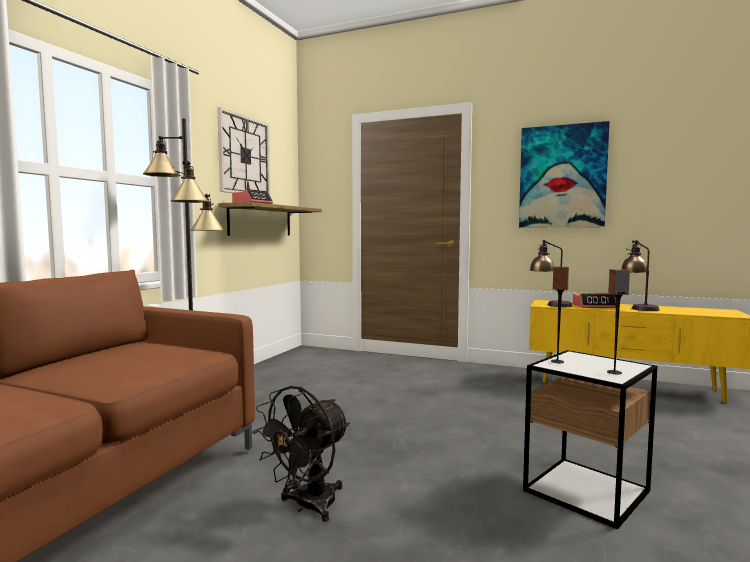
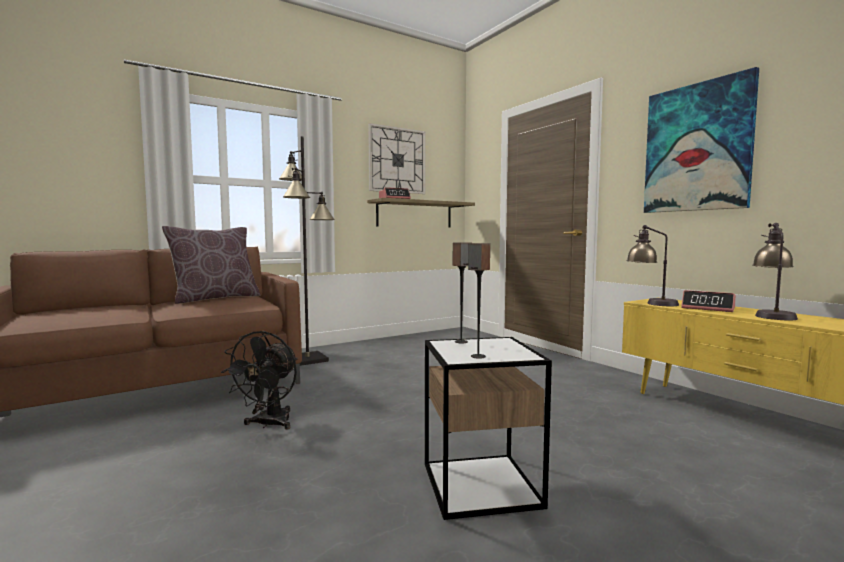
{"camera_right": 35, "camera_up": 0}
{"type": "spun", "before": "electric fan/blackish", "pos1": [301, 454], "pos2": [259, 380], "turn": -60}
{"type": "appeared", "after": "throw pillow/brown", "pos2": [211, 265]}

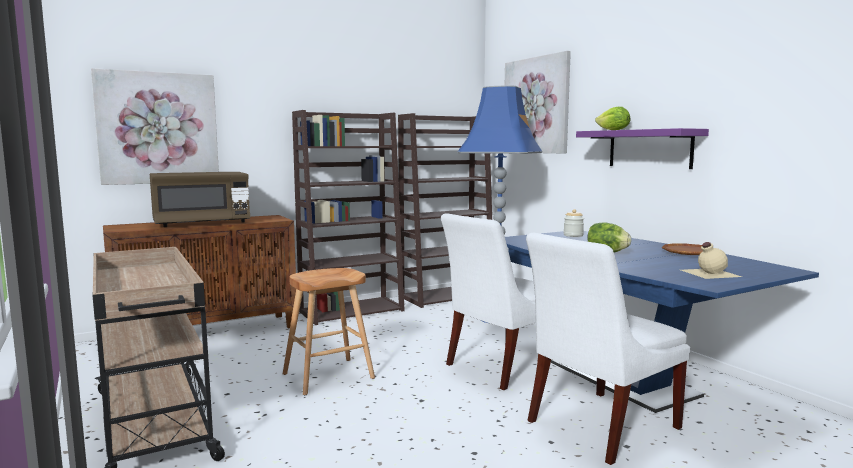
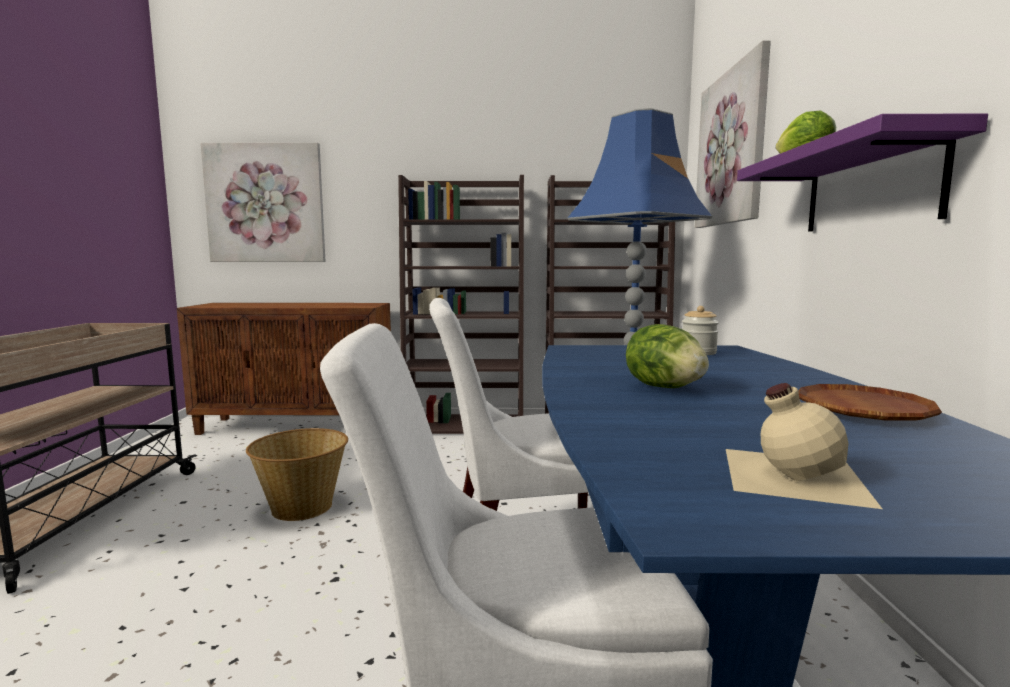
{"camera_right": 30, "camera_up": 0}
{"type": "missing", "before": "microwave oven/brown", "pos1": [200, 199]}
{"type": "exchanged", "before": "stool/brown", "after": "household basket", "pos1": [329, 331], "pos2": [297, 474]}

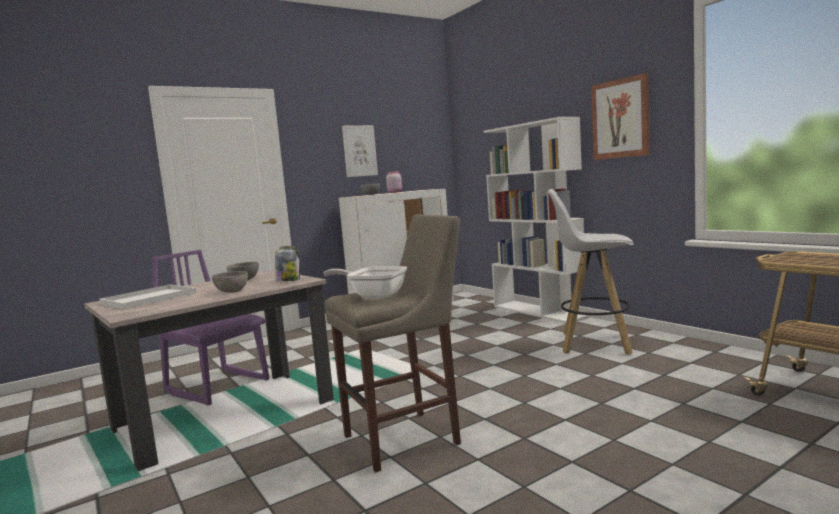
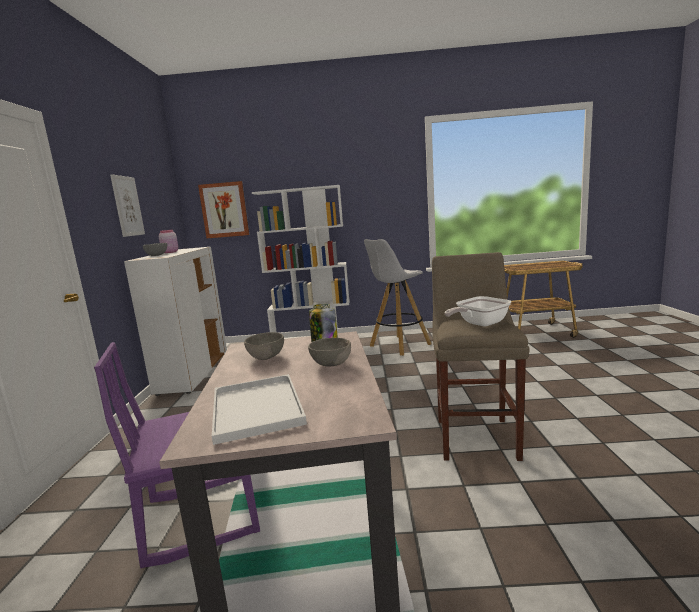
{"camera_right": -55, "camera_up": 5}
{"type": "relocated", "before": "wall picture", "pos1": [620, 116], "pos2": [223, 209]}

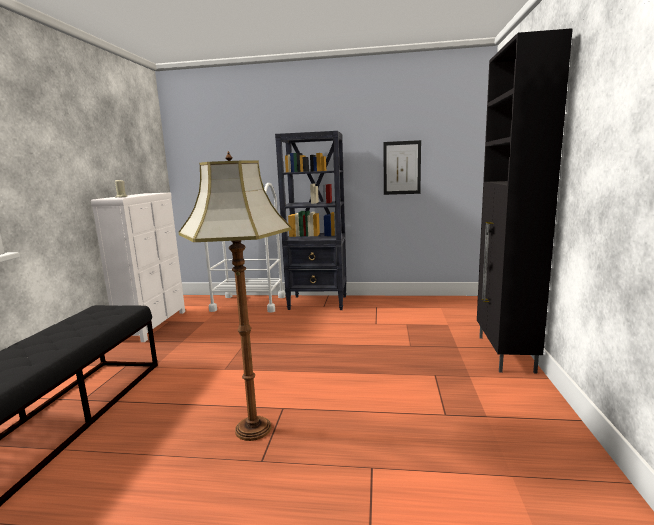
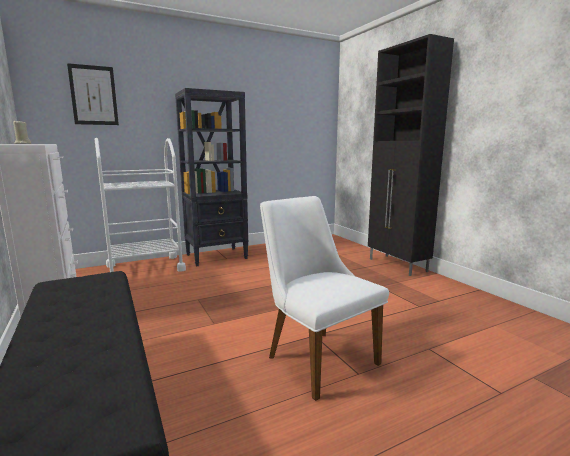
{"camera_right": -35, "camera_up": 0}
{"type": "exchanged", "before": "floor lamp", "after": "chair/white-coloured", "pos1": [234, 296], "pos2": [324, 298]}
{"type": "relocated", "before": "wall picture", "pos1": [402, 167], "pos2": [93, 94]}

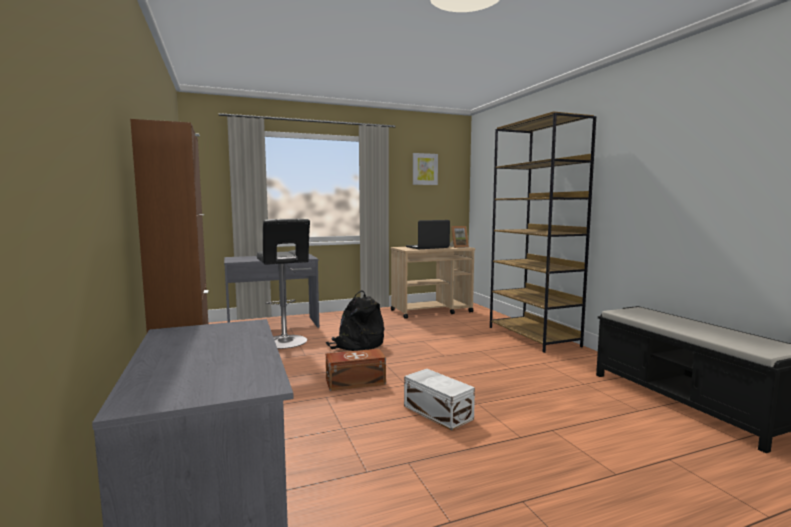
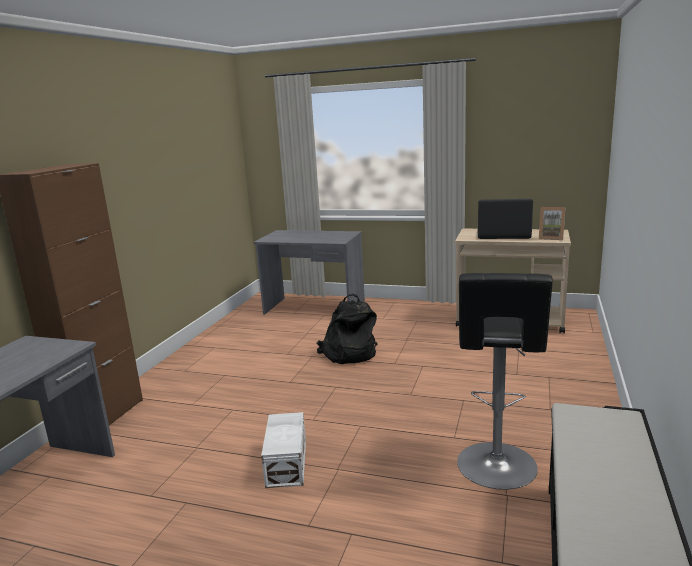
{"camera_right": 40, "camera_up": 10}
{"type": "relocated", "before": "stool/blackish", "pos1": [283, 284], "pos2": [505, 381]}
{"type": "missing", "before": "storage container/brown", "pos1": [356, 370]}
{"type": "missing", "before": "wall picture", "pos1": [425, 169]}
{"type": "missing", "before": "shelving unit/brown", "pos1": [543, 232]}

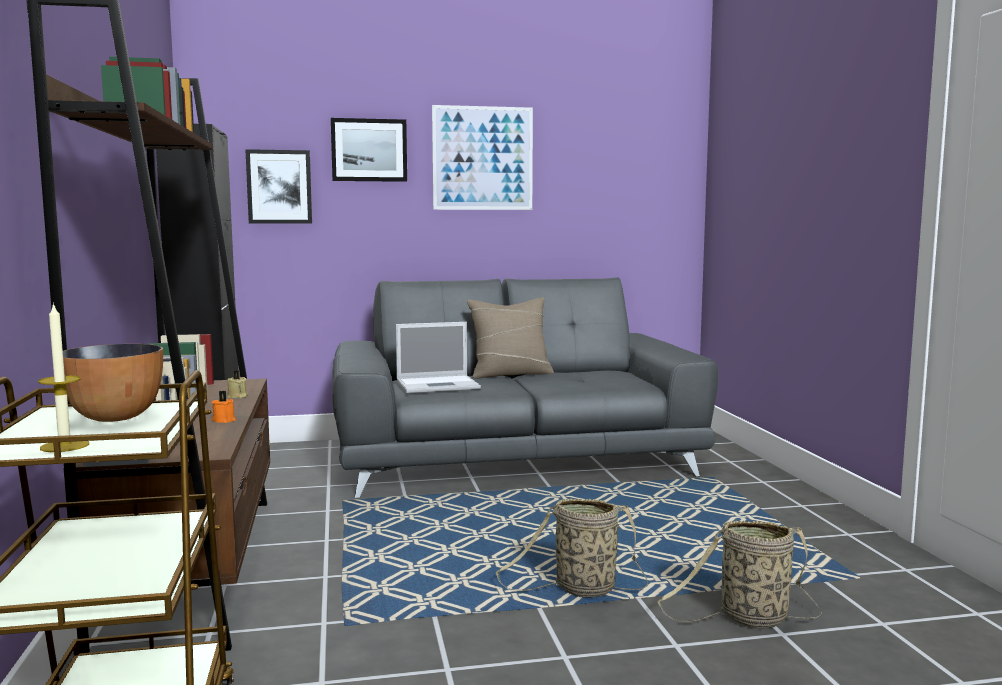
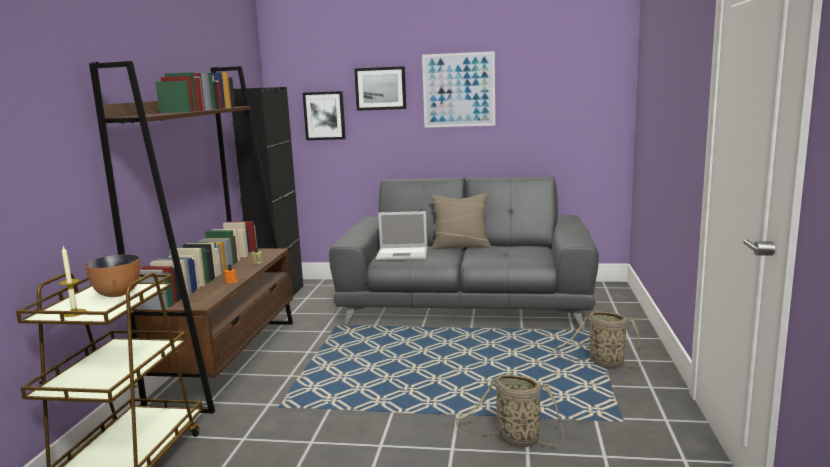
{"camera_right": 20, "camera_up": 5}
{"type": "relocated", "before": "household basket", "pos1": [572, 548], "pos2": [600, 339]}

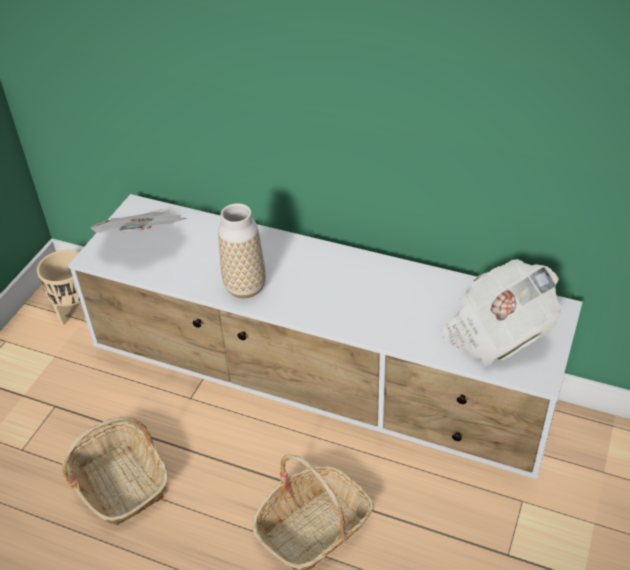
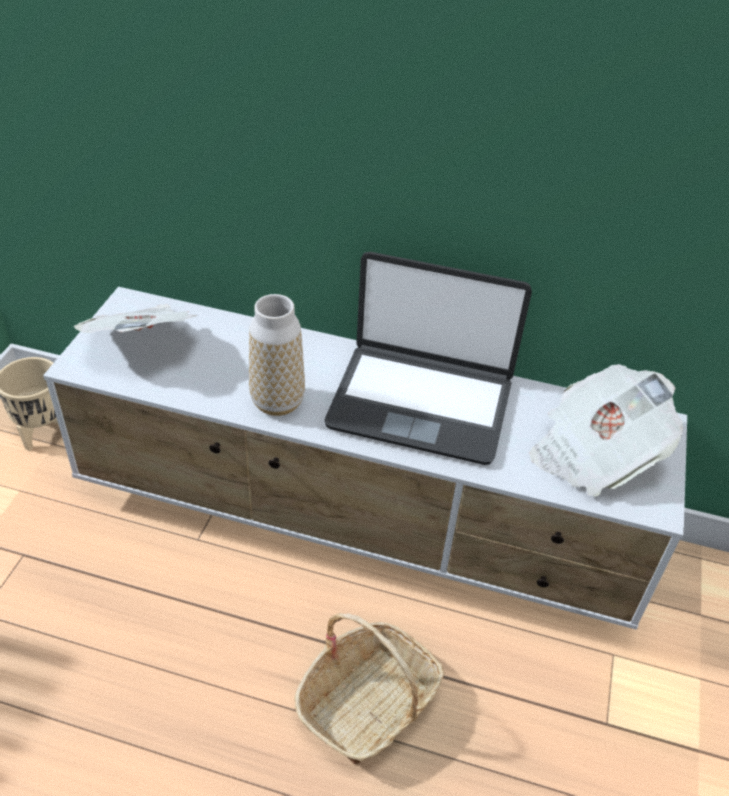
{"camera_right": -10, "camera_up": 0}
{"type": "missing", "before": "household basket", "pos1": [115, 470]}
{"type": "appeared", "after": "notebook computer", "pos2": [428, 358]}

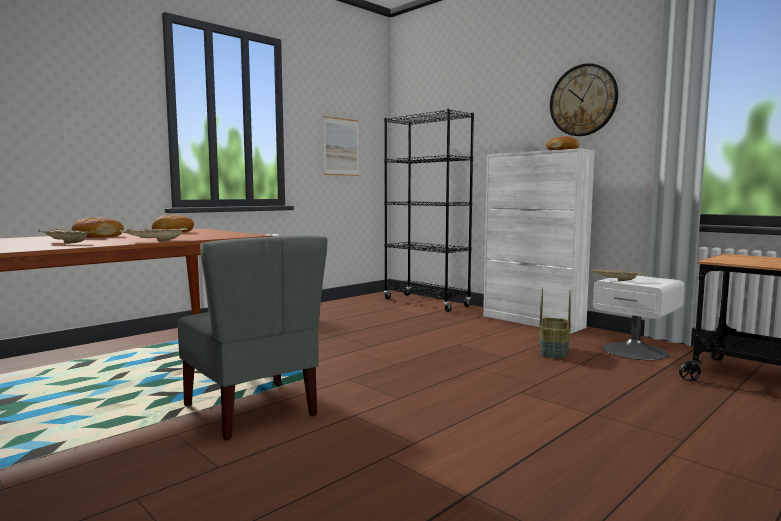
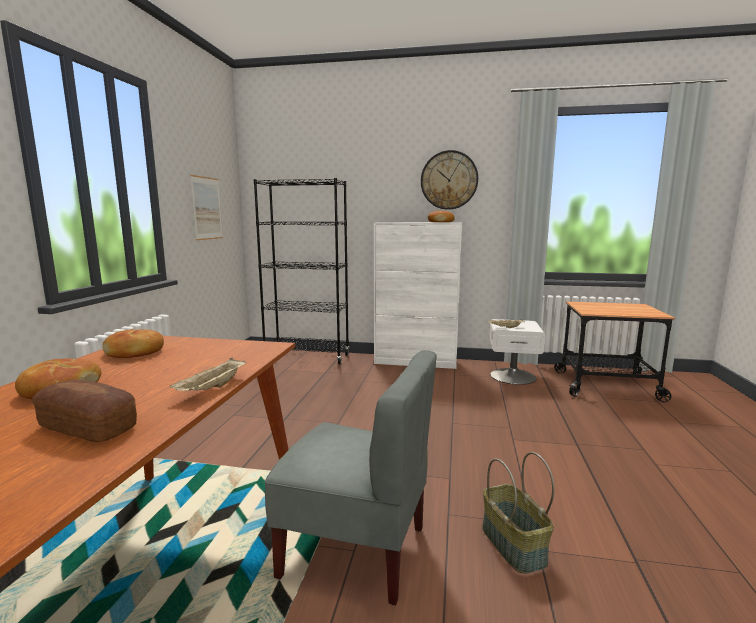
{"camera_right": -35, "camera_up": 5}
{"type": "exchanged", "before": "carrying tray/beige", "after": "bakery bread", "pos1": [66, 236], "pos2": [84, 411]}
{"type": "relocated", "before": "household basket", "pos1": [555, 323], "pos2": [518, 513]}

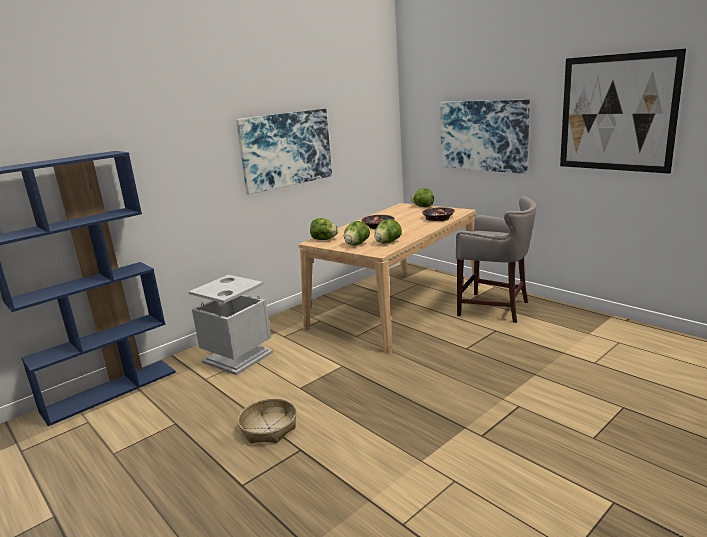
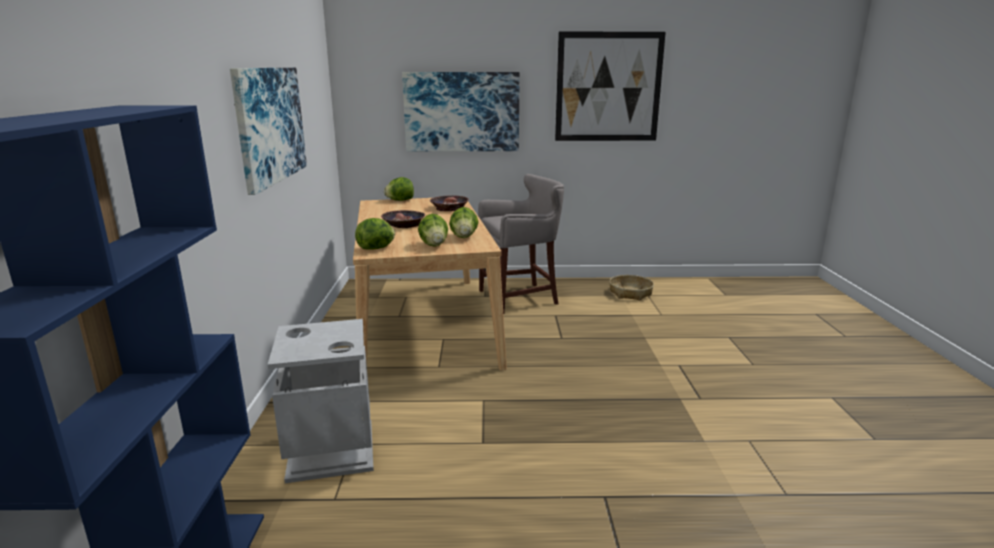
{"camera_right": -50, "camera_up": 0}
{"type": "relocated", "before": "household basket", "pos1": [267, 420], "pos2": [631, 287]}

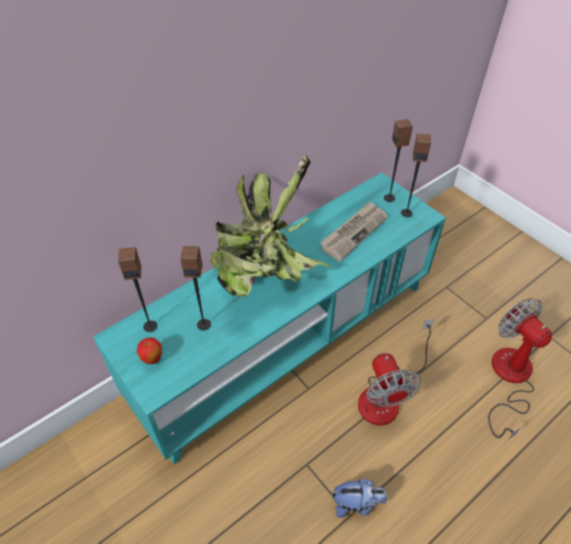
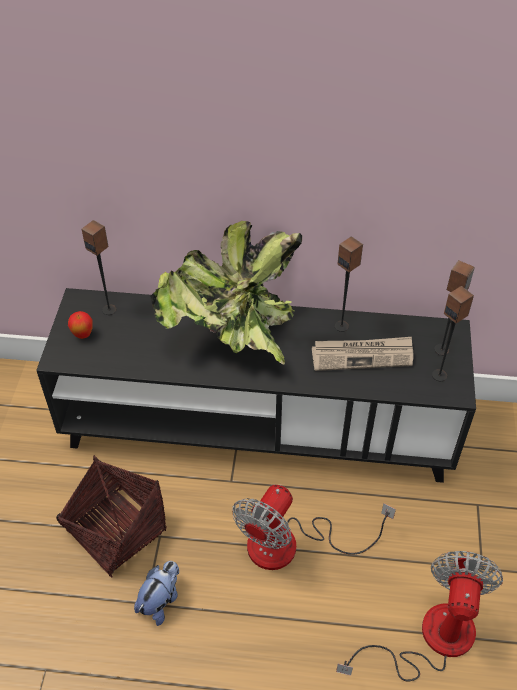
{"camera_right": 45, "camera_up": 0}
{"type": "colour", "before": "tv unit/turquoise", "after": "tv unit/blackish", "pos1": [269, 318], "pos2": [256, 385]}
{"type": "relocated", "before": "audio speaker", "pos1": [195, 288], "pos2": [349, 284]}
{"type": "spun", "before": "soft toy", "pos1": [359, 498], "pos2": [156, 593], "turn": -105}
{"type": "appeared", "after": "household basket", "pos2": [111, 516]}

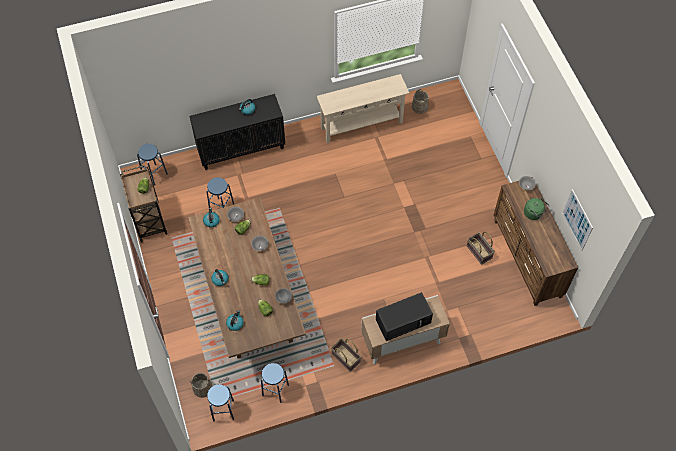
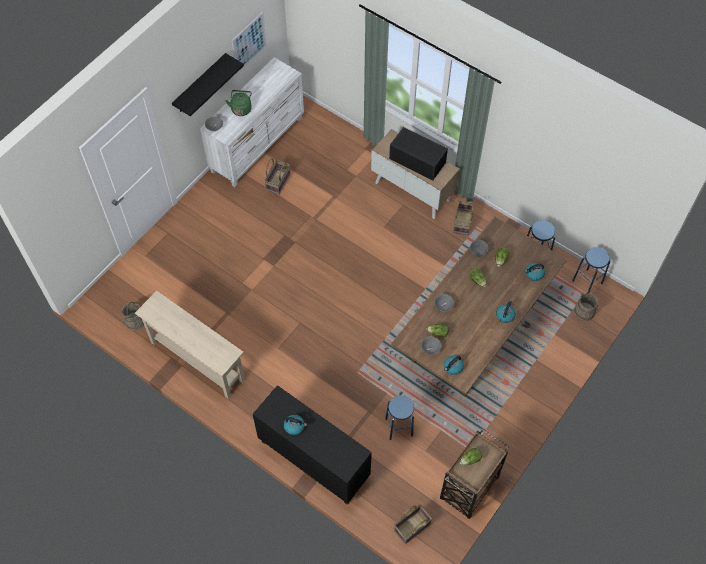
{"camera_right": -125, "camera_up": 0}
{"type": "exchanged", "before": "stool/blue", "after": "household basket", "pos1": [152, 164], "pos2": [413, 524]}
{"type": "colour", "before": "drawer chest/brown", "after": "drawer chest/white-coloured", "pos1": [536, 241], "pos2": [252, 122]}
{"type": "appeared", "after": "wall shelf/blackish", "pos2": [208, 84]}

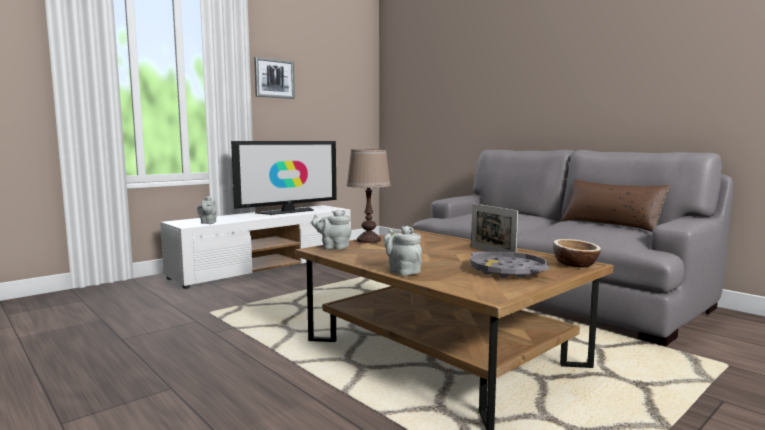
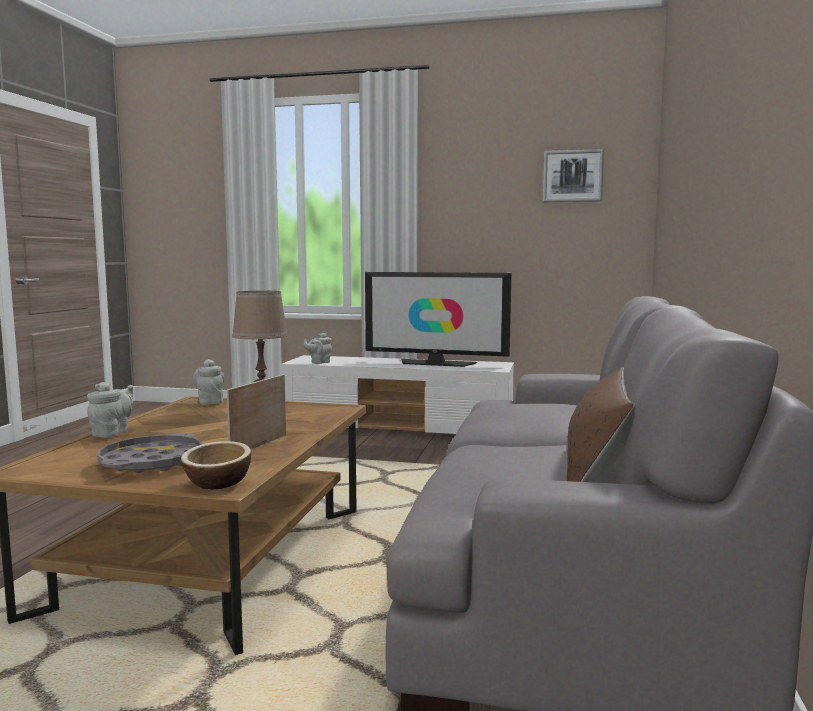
{"camera_right": 55, "camera_up": 0}
{"type": "relocated", "before": "wall picture", "pos1": [274, 78], "pos2": [573, 175]}

